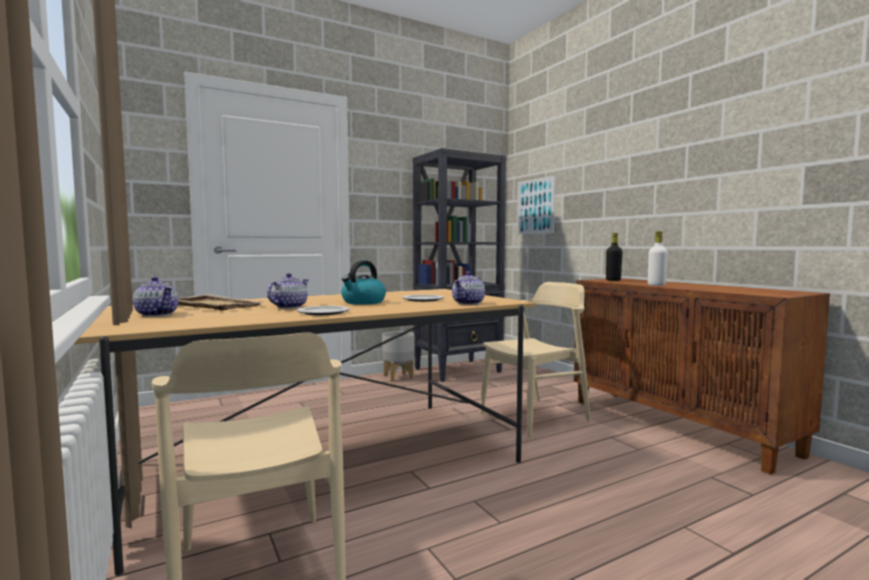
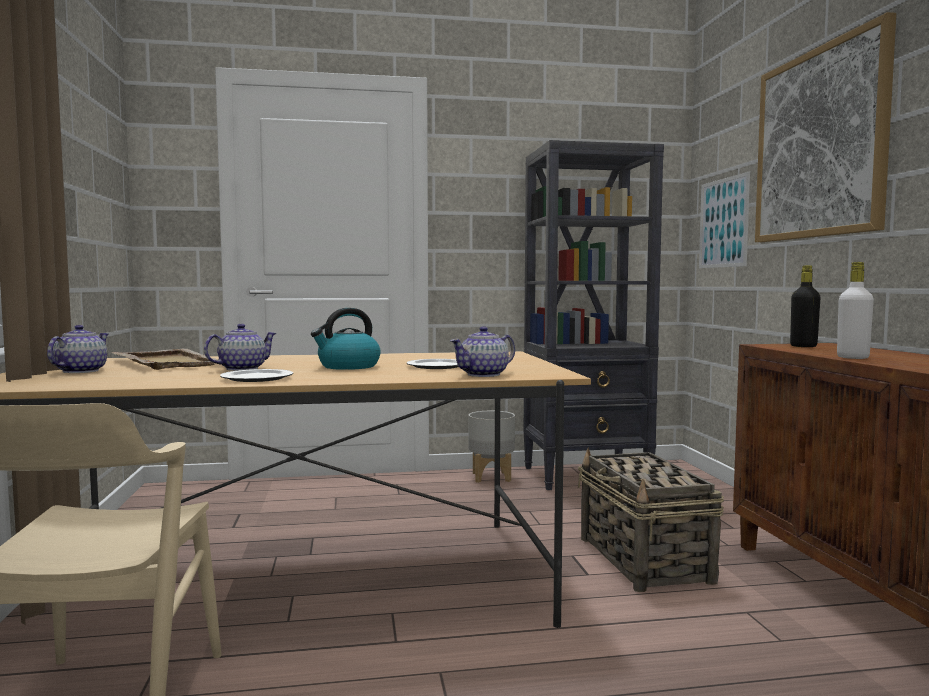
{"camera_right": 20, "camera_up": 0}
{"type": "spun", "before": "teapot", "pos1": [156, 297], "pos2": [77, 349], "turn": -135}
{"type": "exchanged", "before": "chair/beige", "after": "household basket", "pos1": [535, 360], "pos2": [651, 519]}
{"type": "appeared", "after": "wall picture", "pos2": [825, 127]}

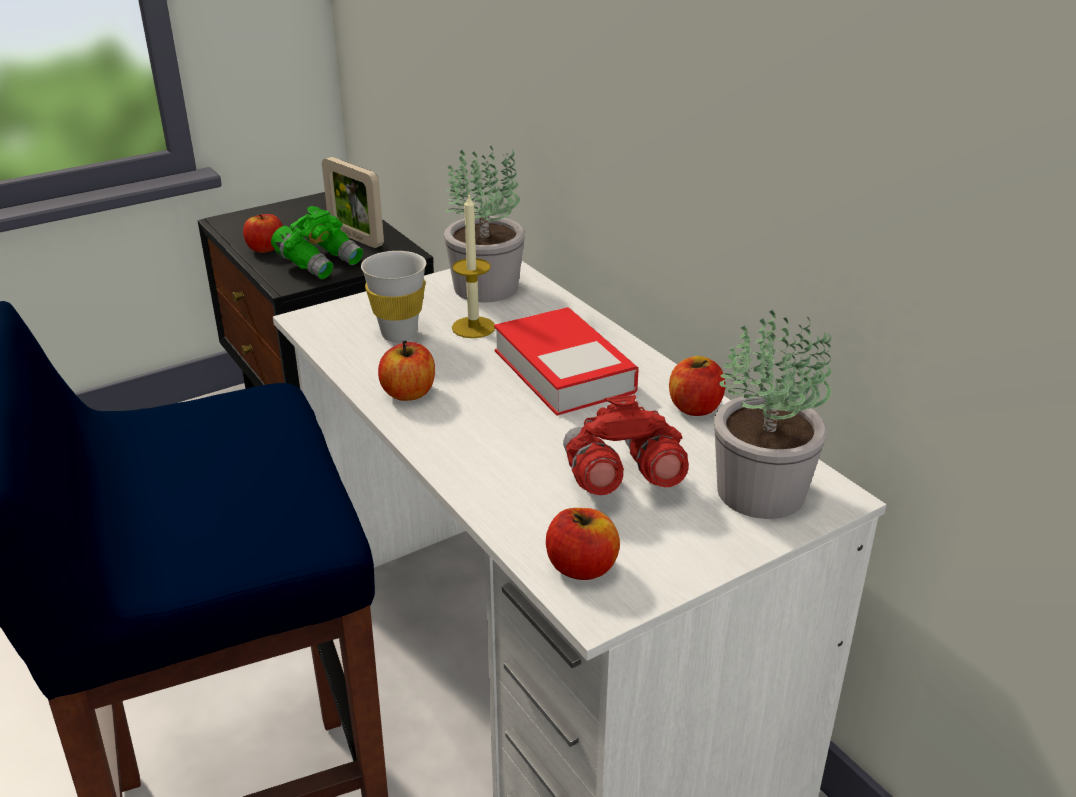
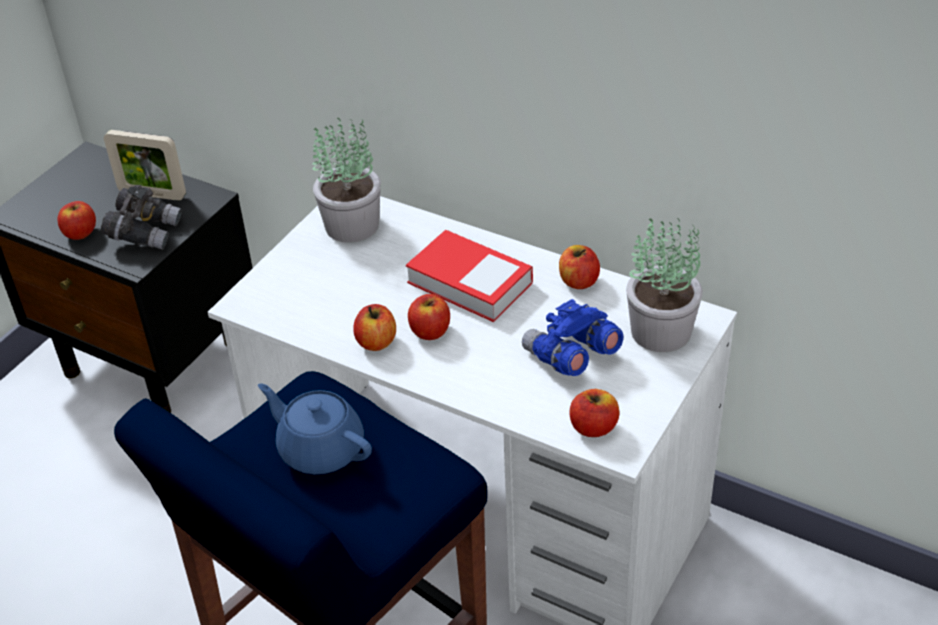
{"camera_right": -25, "camera_up": 10}
{"type": "colour", "before": "field glasses/green-coloured", "after": "field glasses/gray", "pos1": [317, 242], "pos2": [141, 217]}
{"type": "missing", "before": "small cup/white-coloured", "pos1": [393, 296]}
{"type": "missing", "before": "wax light", "pos1": [473, 266]}
{"type": "colour", "before": "field glasses/reddish", "after": "field glasses/blue", "pos1": [626, 445], "pos2": [572, 337]}
{"type": "appeared", "after": "teapot/blue", "pos2": [315, 428]}
{"type": "appeared", "after": "whole apple", "pos2": [429, 317]}

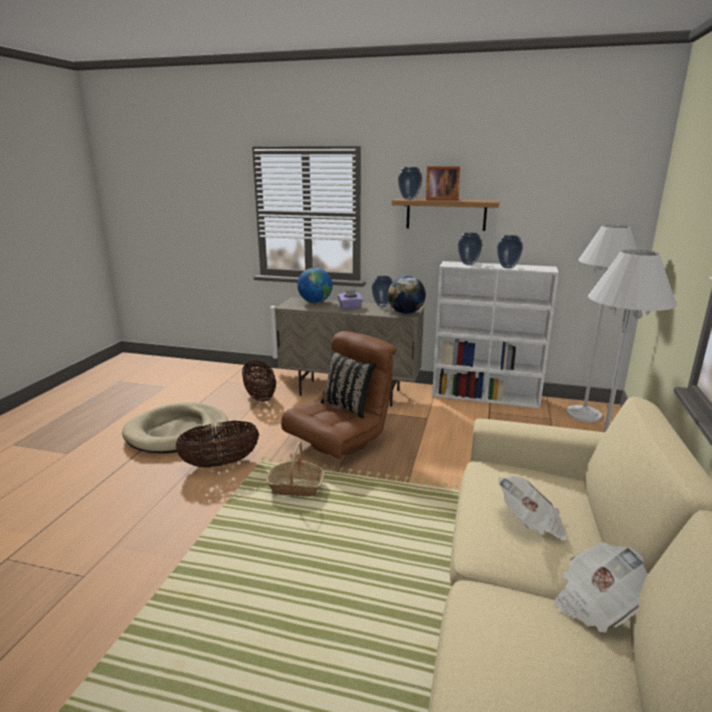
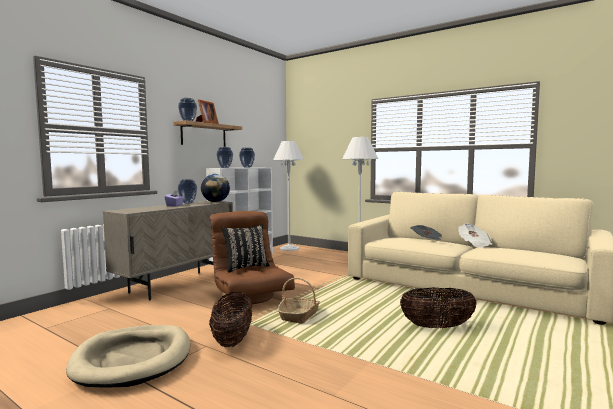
{"camera_right": -70, "camera_up": -15}
{"type": "relocated", "before": "household basket", "pos1": [259, 381], "pos2": [438, 308]}
{"type": "missing", "before": "globe", "pos1": [314, 285]}

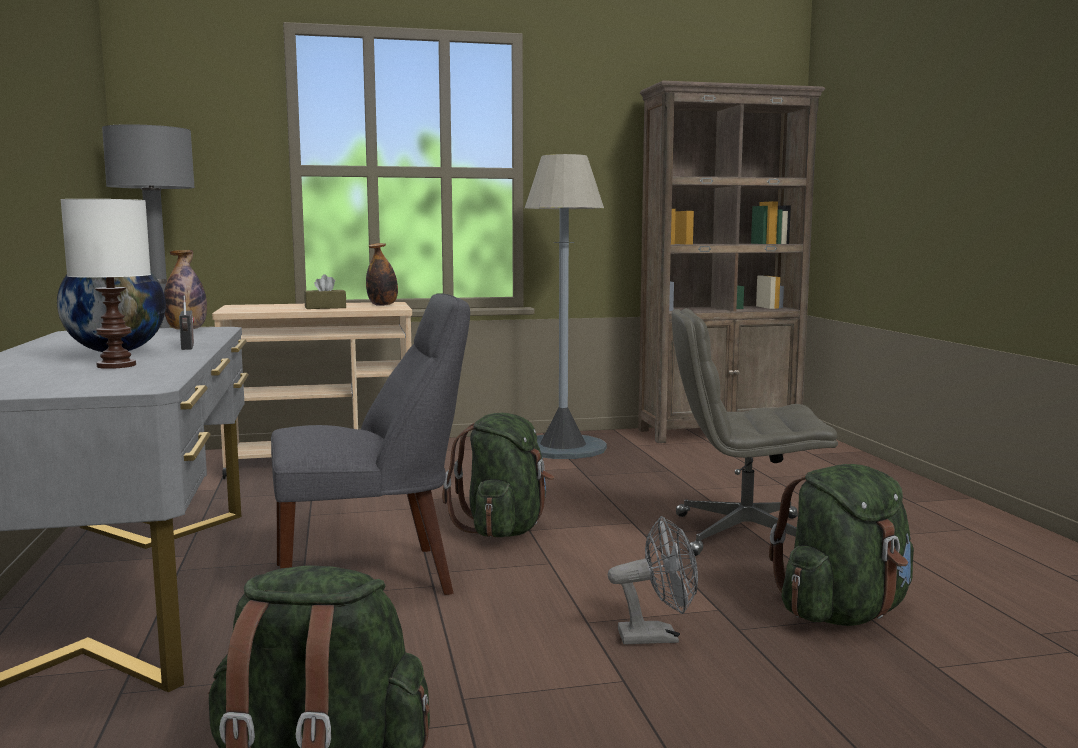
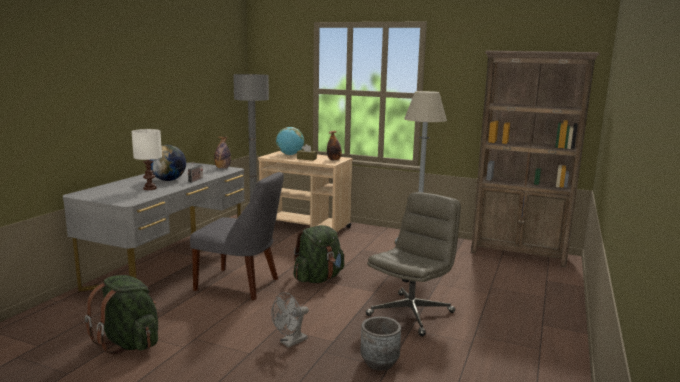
{"camera_right": 35, "camera_up": 5}
{"type": "spun", "before": "electric fan/gray", "pos1": [653, 580], "pos2": [290, 320], "turn": 105}
{"type": "spun", "before": "office chair/gray", "pos1": [755, 432], "pos2": [413, 264], "turn": 90}
{"type": "exchanged", "before": "rucksack/green-coloured", "after": "planter/gray", "pos1": [841, 545], "pos2": [381, 344]}
{"type": "appeared", "after": "globe", "pos2": [290, 141]}

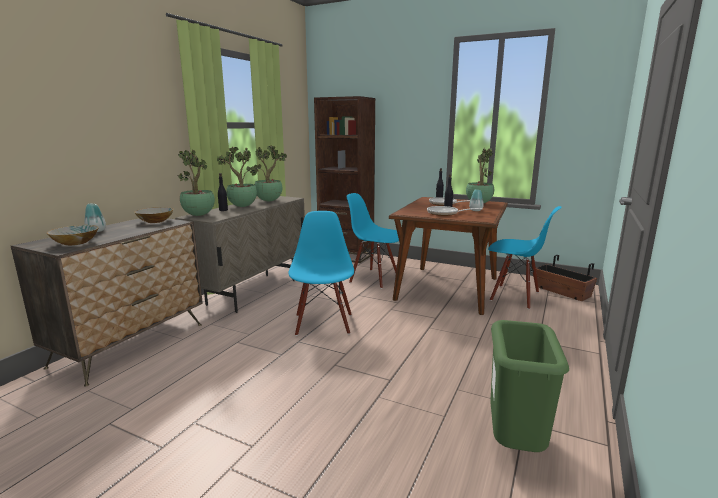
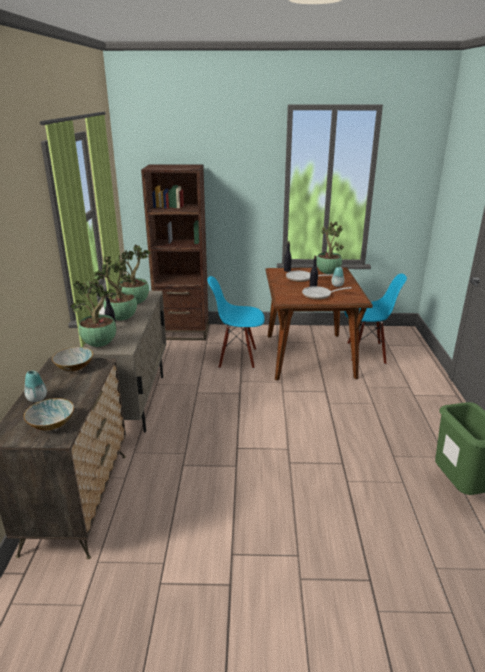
{"camera_right": -25, "camera_up": 10}
{"type": "missing", "before": "chair/blue", "pos1": [321, 273]}
{"type": "missing", "before": "planter", "pos1": [566, 278]}

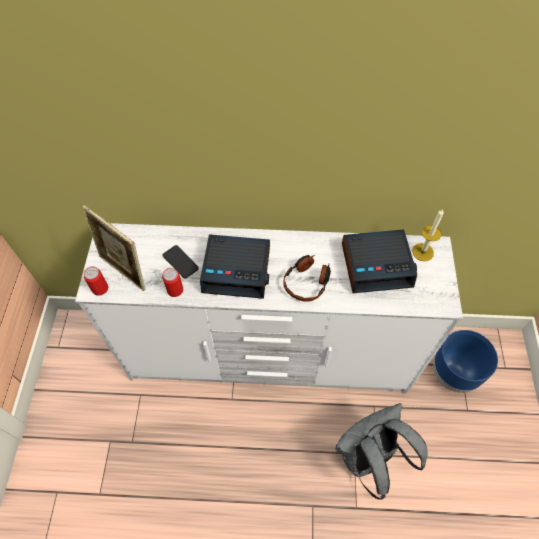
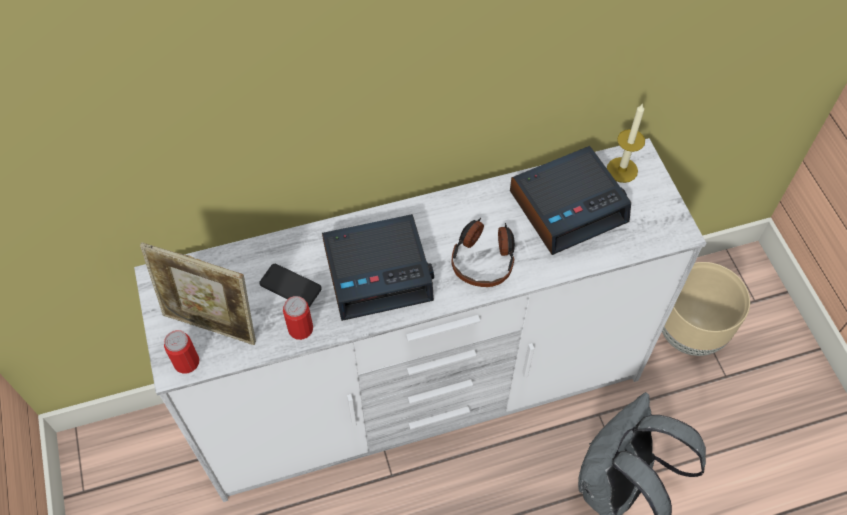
{"camera_right": -20, "camera_up": 0}
{"type": "colour", "before": "planter/blue", "after": "planter/beige", "pos1": [465, 361], "pos2": [706, 309]}

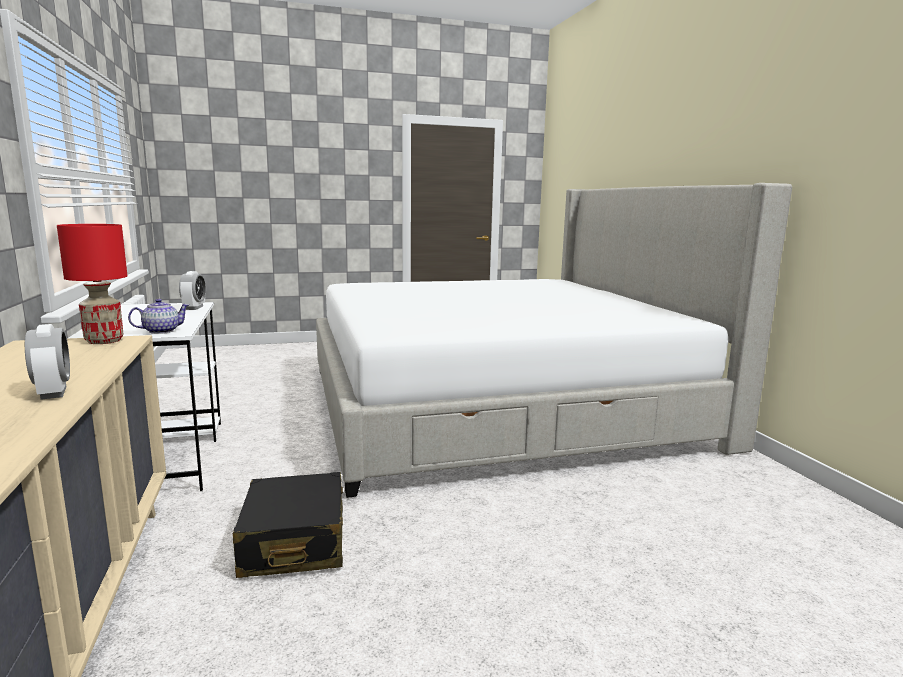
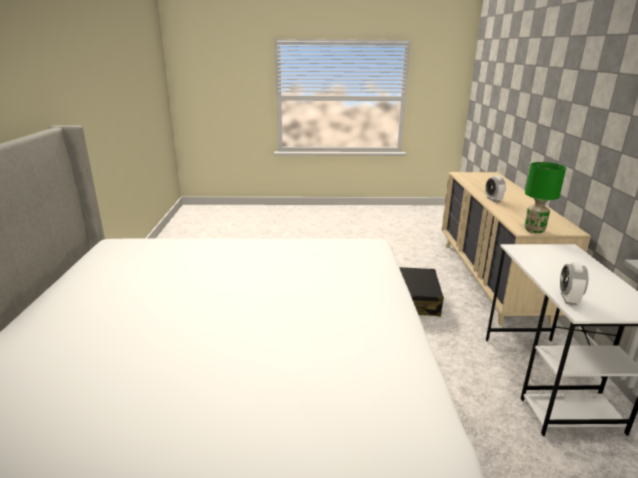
{"camera_right": -165, "camera_up": 10}
{"type": "colour", "before": "tabletop lamp/reddish", "after": "tabletop lamp/green-coloured", "pos1": [92, 284], "pos2": [545, 197]}
{"type": "missing", "before": "teapot", "pos1": [158, 316]}

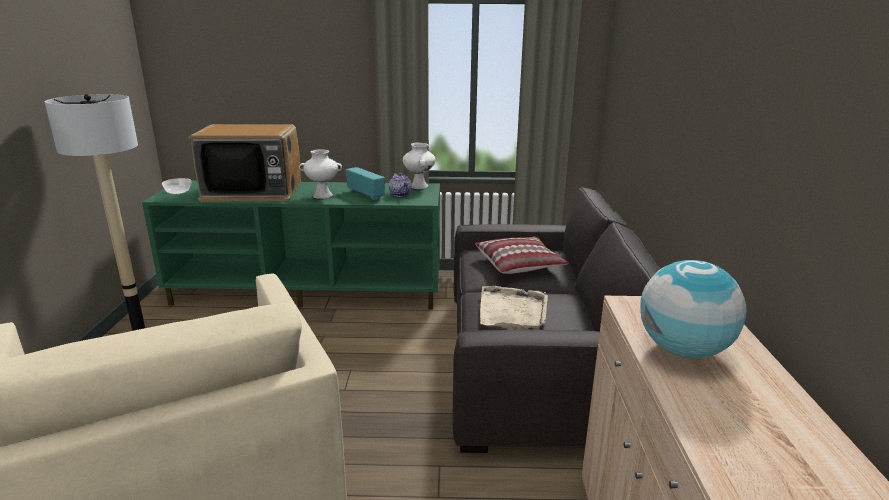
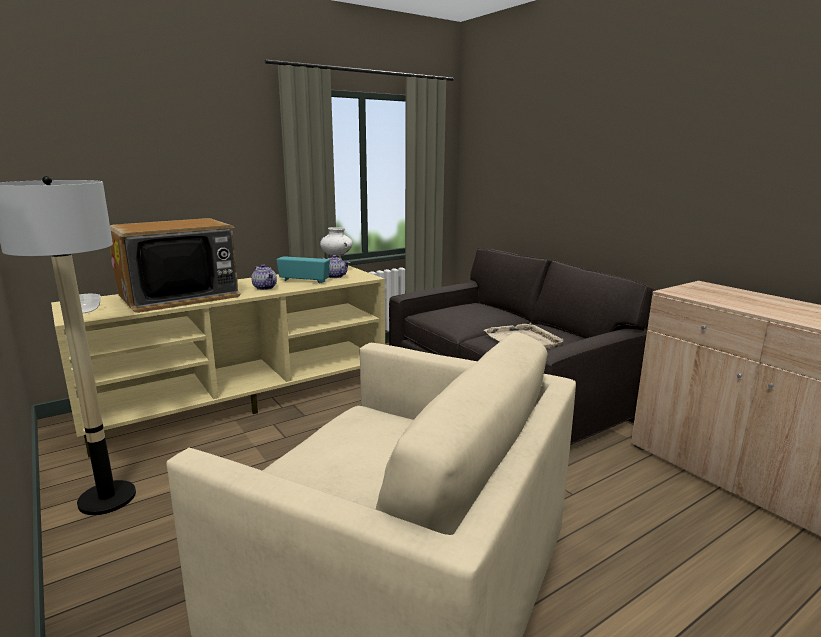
{"camera_right": -35, "camera_up": -5}
{"type": "colour", "before": "tv unit/green-coloured", "after": "tv unit/beige", "pos1": [291, 245], "pos2": [218, 361]}
{"type": "exchanged", "before": "flower vase/white-coloured", "after": "teapot", "pos1": [320, 174], "pos2": [264, 277]}
{"type": "missing", "before": "throw pillow", "pos1": [522, 255]}
{"type": "missing", "before": "globe", "pos1": [693, 309]}

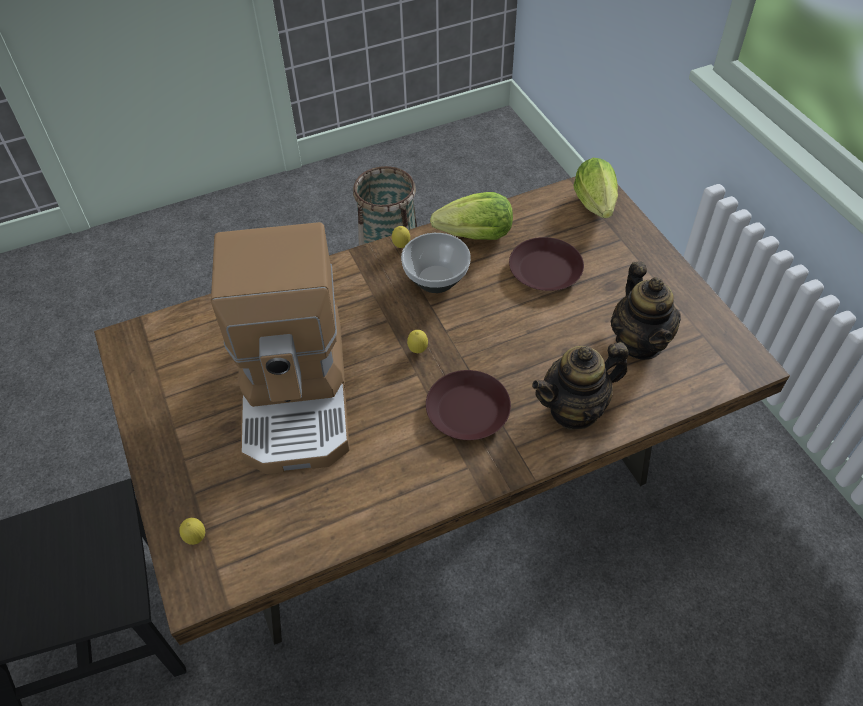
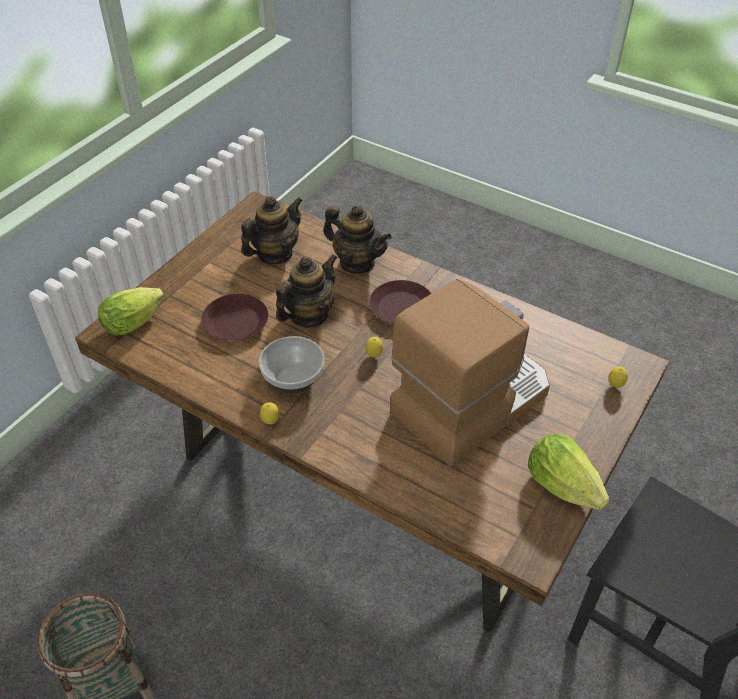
{"camera_right": -125, "camera_up": -5}
{"type": "relocated", "before": "lettuce", "pos1": [471, 216], "pos2": [569, 471]}
{"type": "appeared", "after": "teapot", "pos2": [307, 290]}

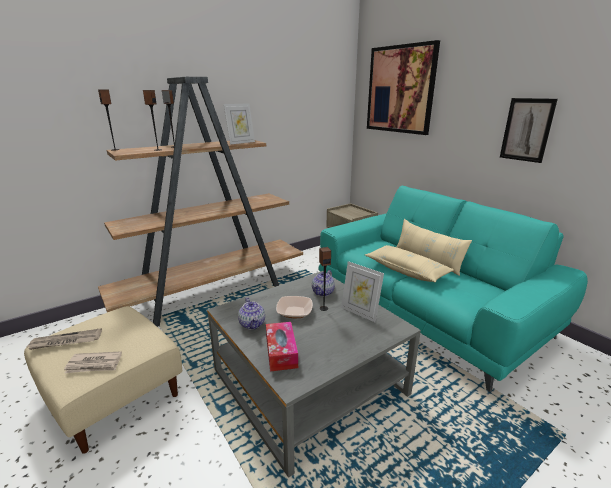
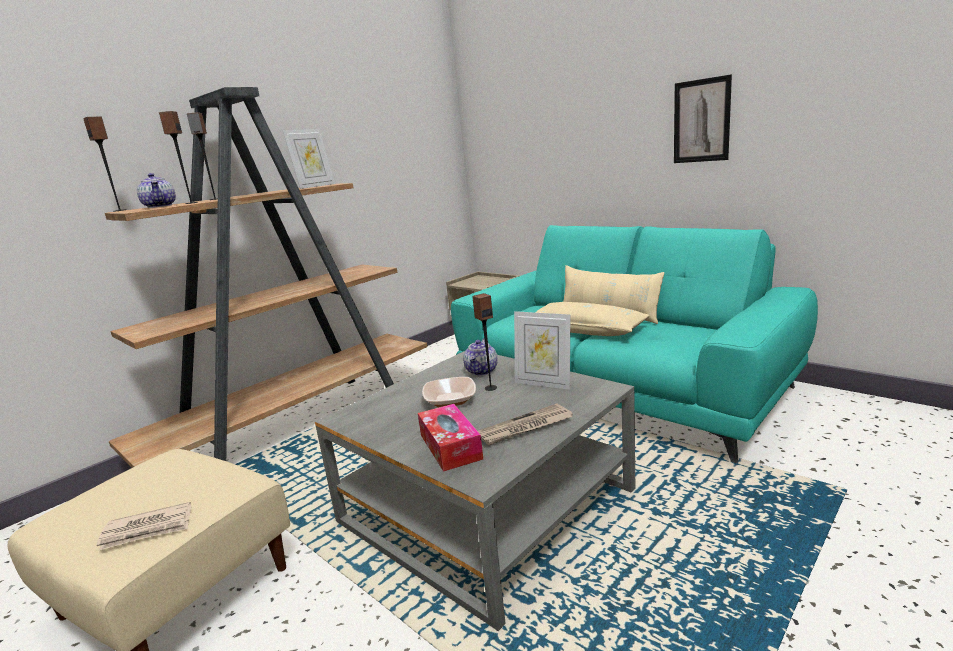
{"camera_right": -10, "camera_up": -5}
{"type": "relocated", "before": "daily paper", "pos1": [64, 339], "pos2": [525, 424]}
{"type": "relocated", "before": "teapot", "pos1": [251, 314], "pos2": [156, 190]}
{"type": "missing", "before": "wall picture", "pos1": [403, 87]}

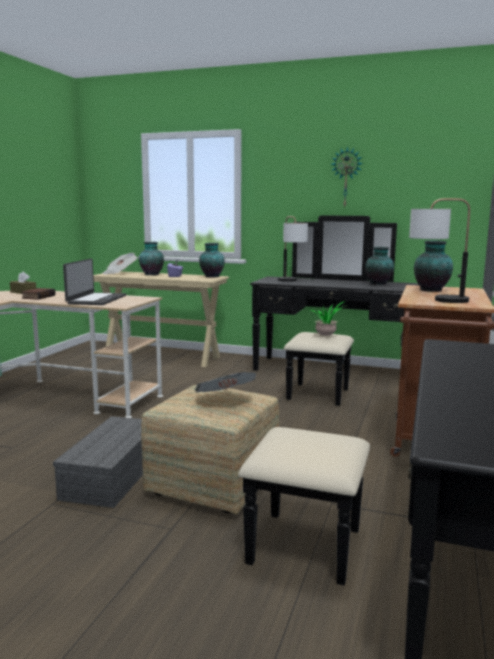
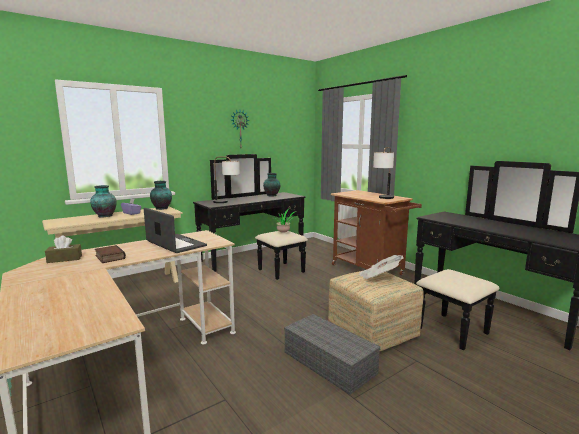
{"camera_right": -55, "camera_up": 0}
{"type": "missing", "before": "daily paper", "pos1": [119, 264]}
{"type": "missing", "before": "flower vase", "pos1": [433, 266]}

